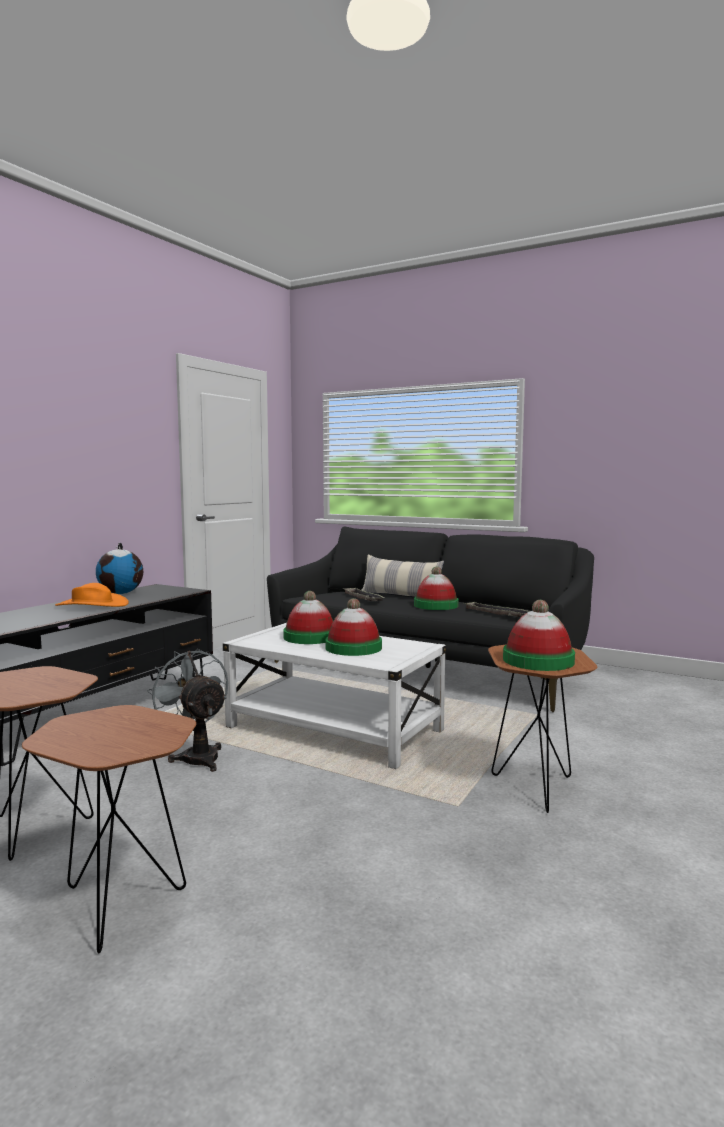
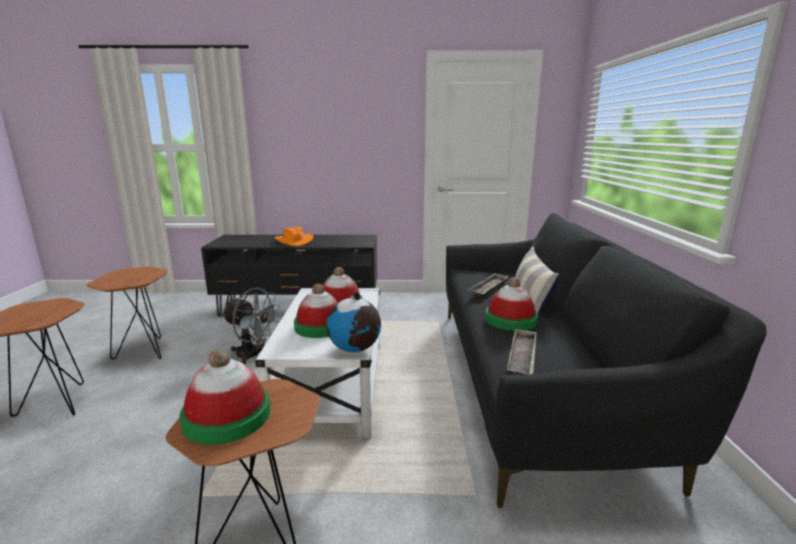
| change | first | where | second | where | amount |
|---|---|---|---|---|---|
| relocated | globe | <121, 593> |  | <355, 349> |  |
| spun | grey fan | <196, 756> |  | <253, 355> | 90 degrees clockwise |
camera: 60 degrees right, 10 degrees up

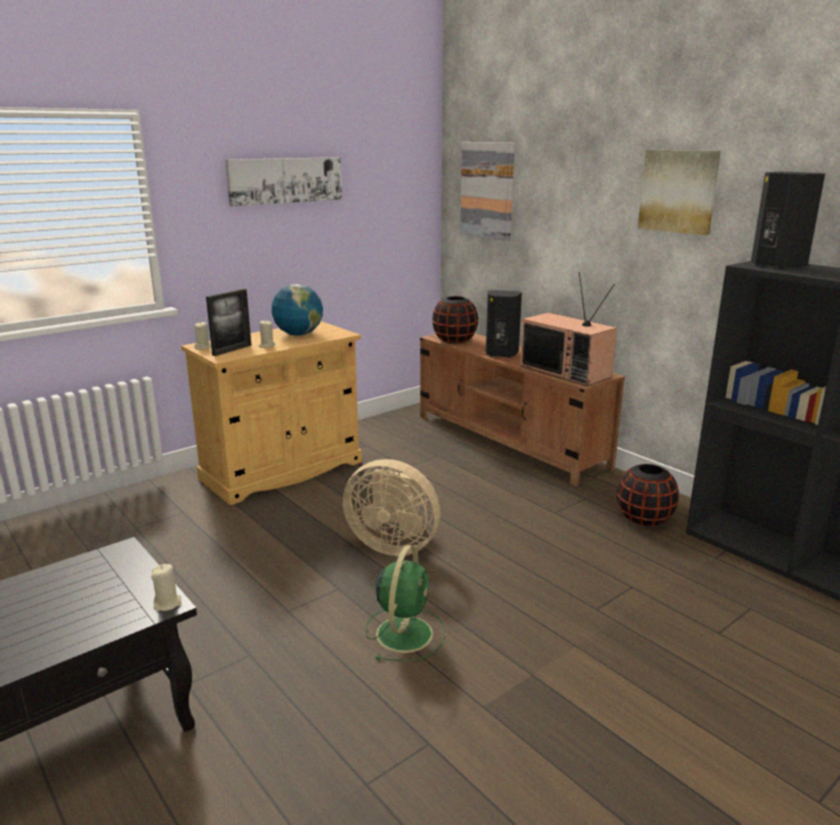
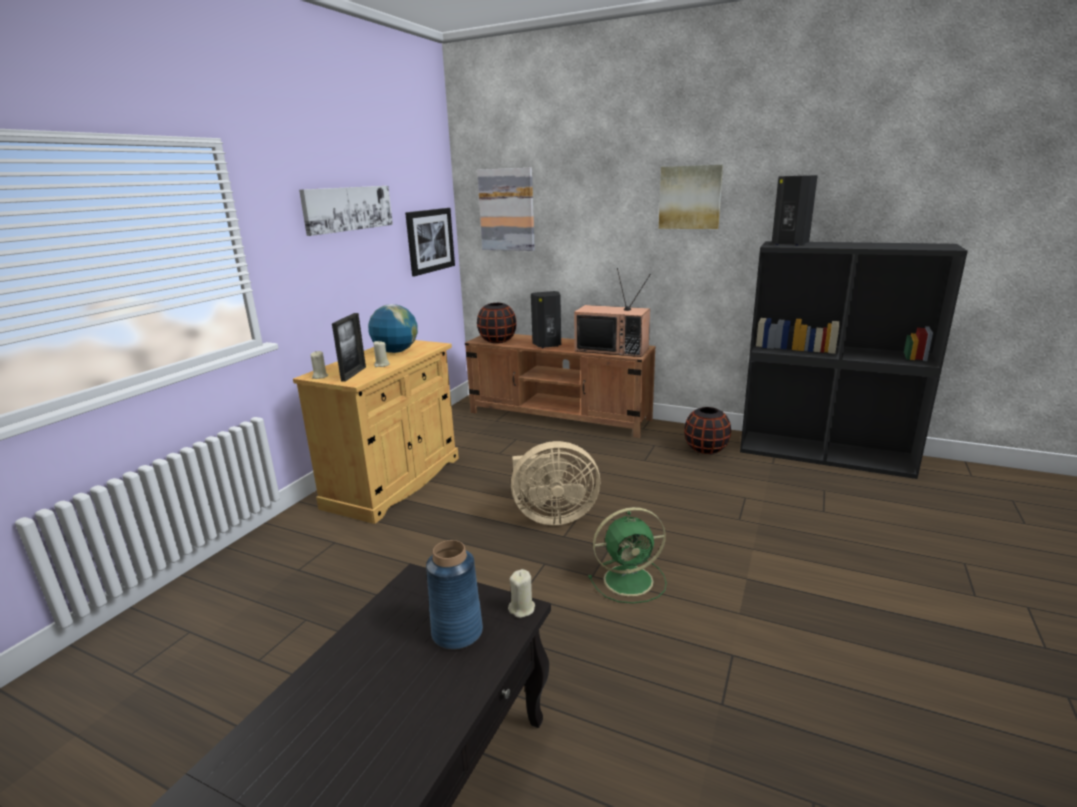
| change | first | where | second | where | amount |
|---|---|---|---|---|---|
| spun | green fan | <405, 632> |  | <630, 580> | 90 degrees clockwise |
| appeared |  |  | picture | <430, 240> |  |
| appeared |  |  | blue vase | <457, 632> |  |
camera: 25 degrees left, 0 degrees up

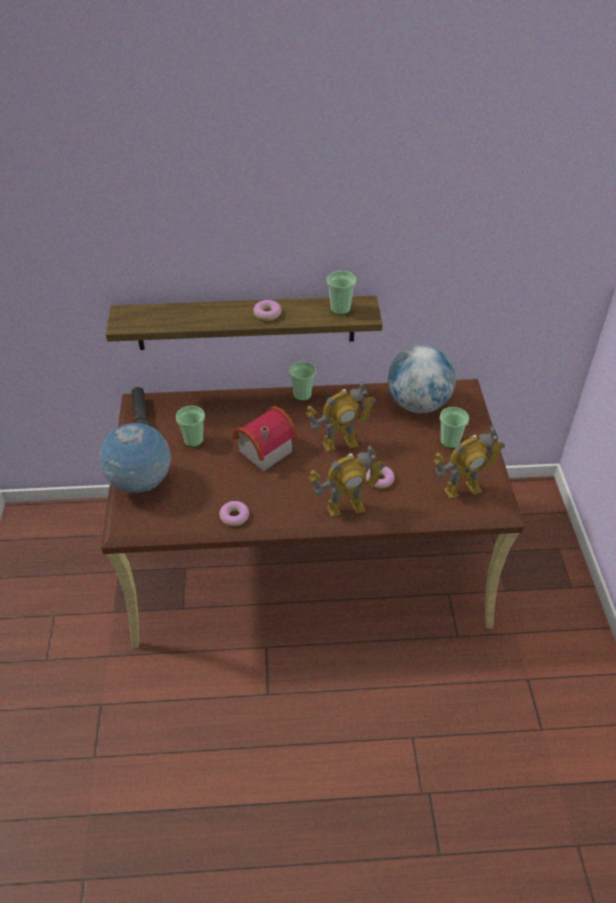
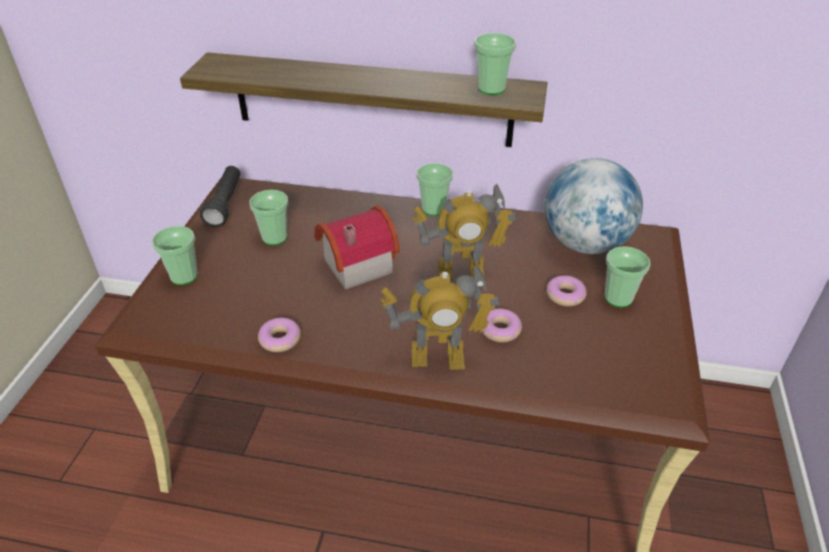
| change | first | where | second | where | amount |
|---|---|---|---|---|---|
| relocated | donut | <267, 314> |  | <565, 295> |  |
| exchanged | globe | <141, 484> | cup | <184, 276> |  |
| missing | toy robot | <462, 489> |  |  |  |
camera: 15 degrees right, 5 degrees down

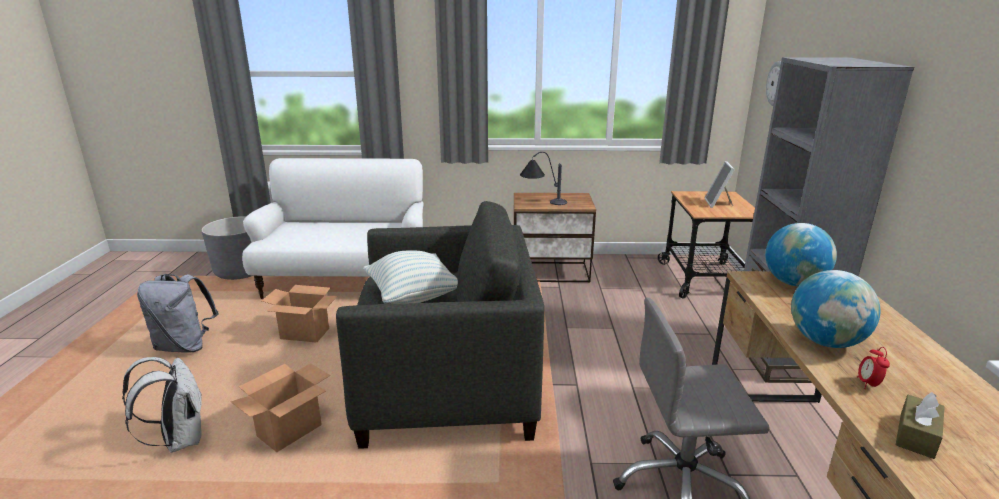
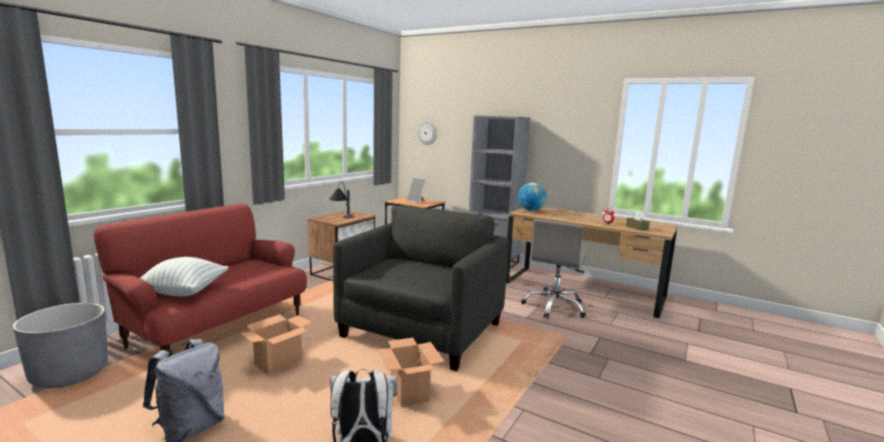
| change | first | where | second | where | amount |
|---|---|---|---|---|---|
| colour | white sofa | <345, 281> | red sofa | <216, 329> |  |
| relocated | pillow | <413, 296> |  | <184, 291> |  |
| missing | globe | <826, 342> |  |  |  |
camera: 60 degrees left, 10 degrees down

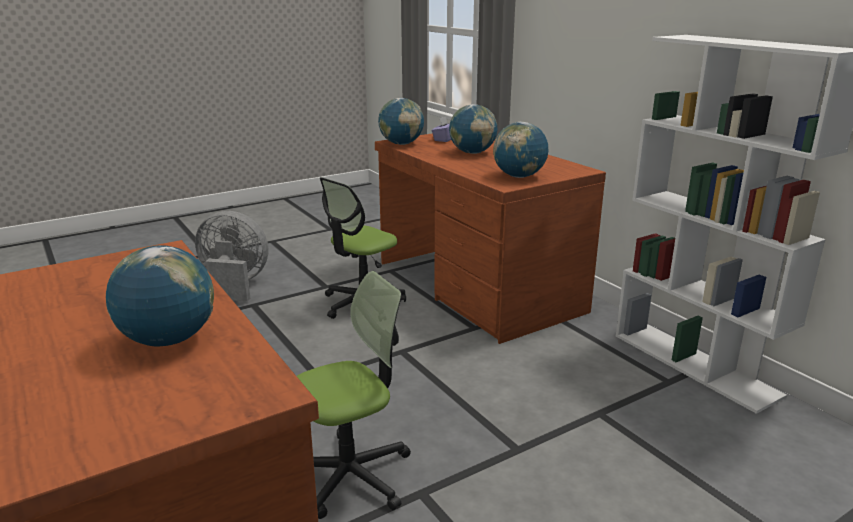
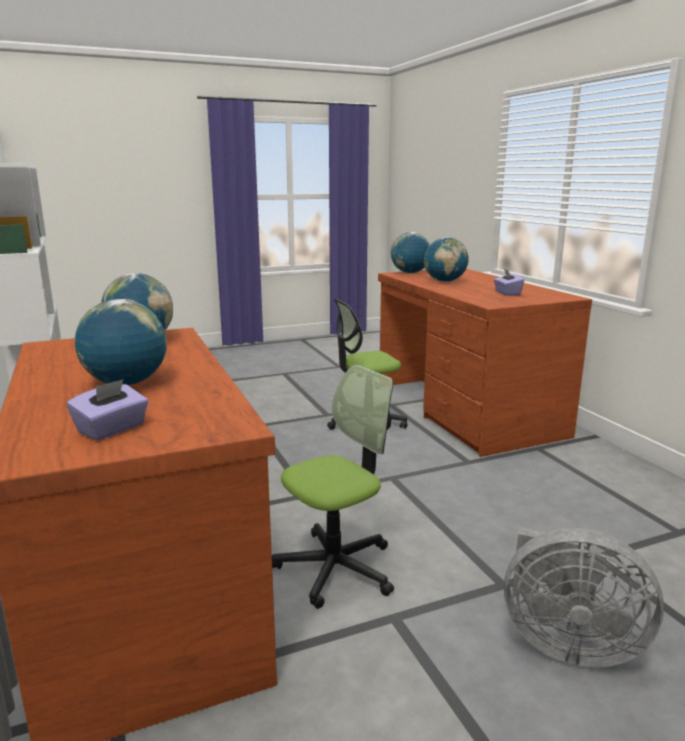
| change | first | where | second | where | amount |
|---|---|---|---|---|---|
| relocated | globe | <401, 144> |  | <410, 273> |  |
| appeared |  |  | purple tissue box | <507, 293> |  |
camera: 170 degrees left, 5 degrees down

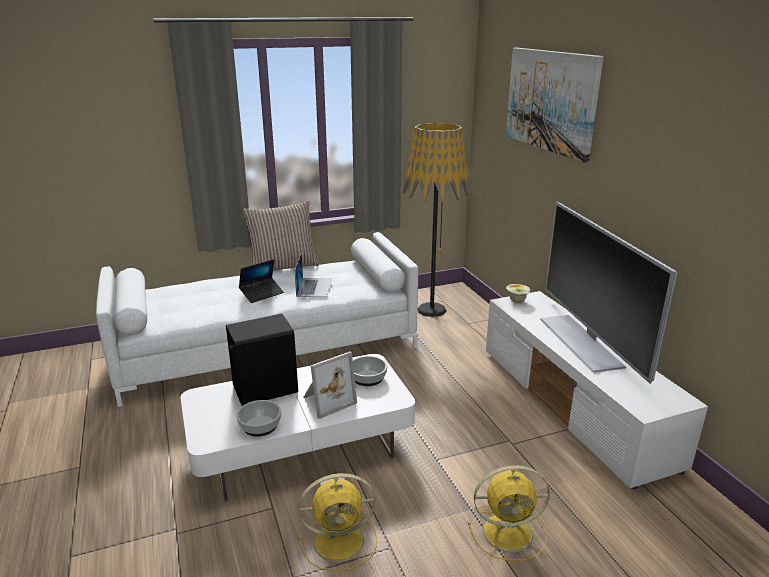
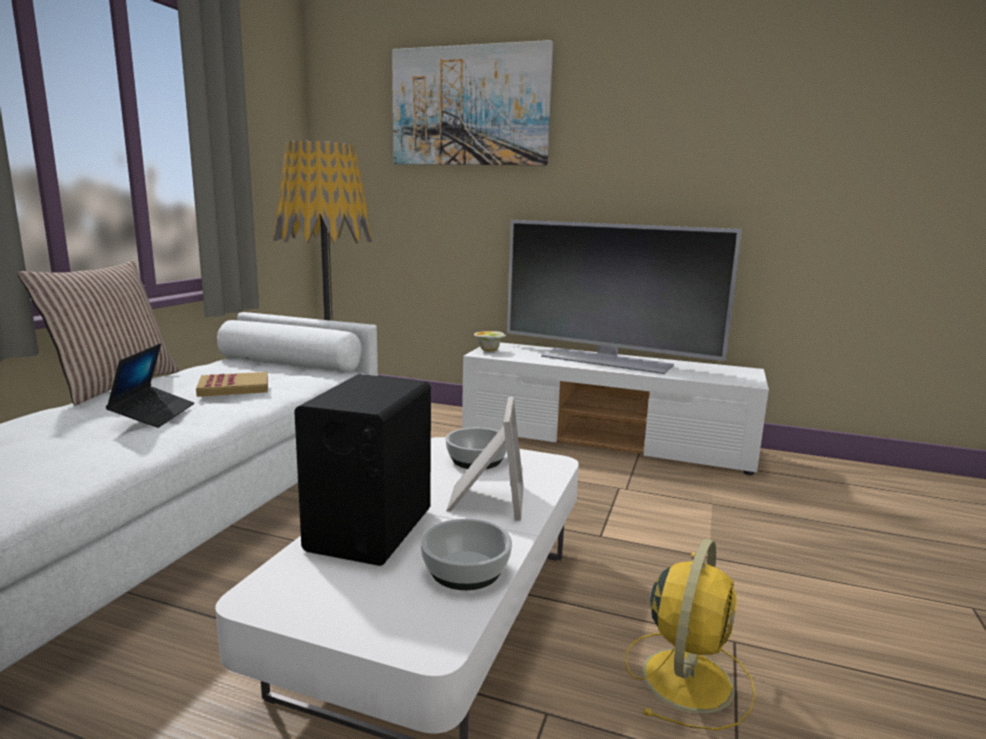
| change | first | where | second | where | amount |
|---|---|---|---|---|---|
| exchanged | laptop | <314, 287> | book | <234, 387> |  |
| missing | yellow fan | <509, 532> |  |  |  |
camera: 50 degrees left, 10 degrees down

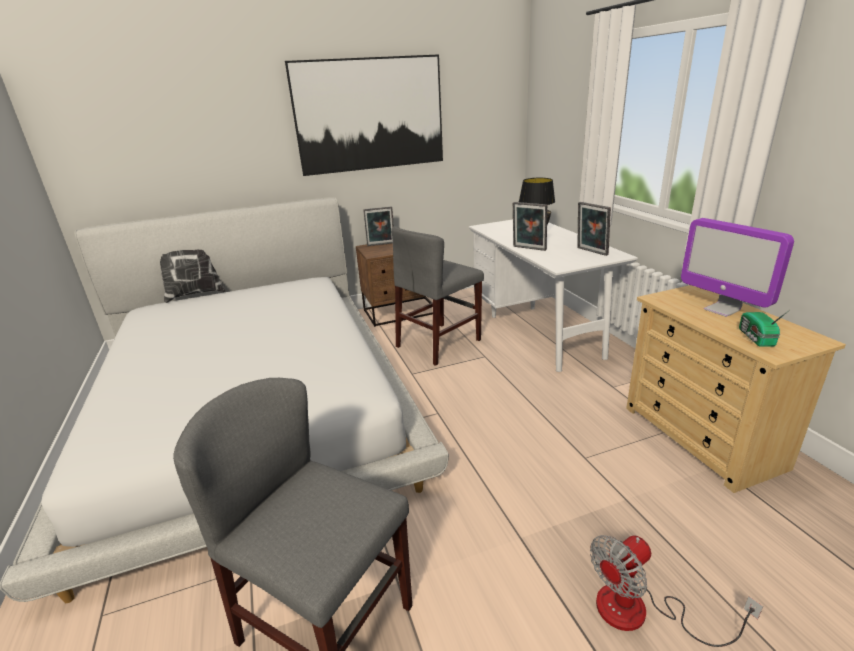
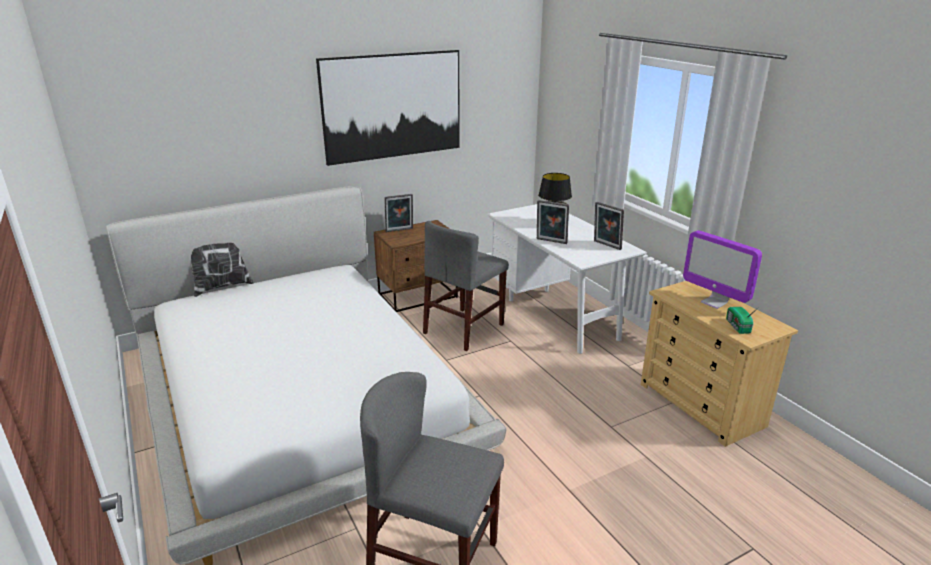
| change | first | where | second | where | amount |
|---|---|---|---|---|---|
| missing | fan | <640, 612> |  |  |  |
camera: 10 degrees left, 0 degrees up

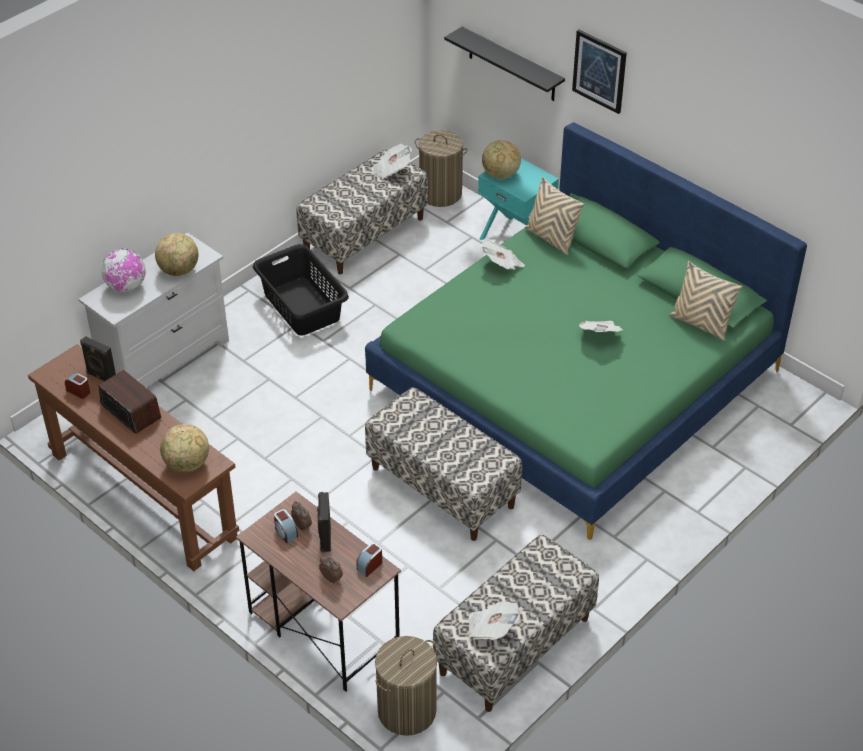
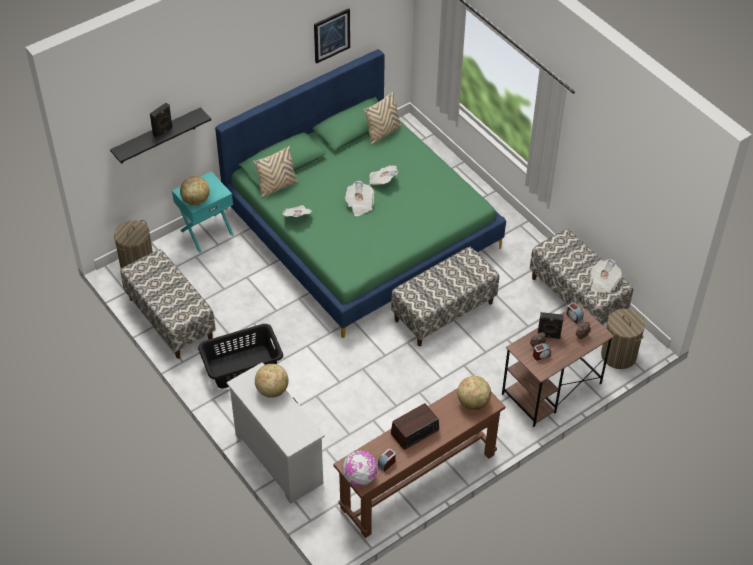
| change | first | where | second | where | amount |
|---|---|---|---|---|---|
| relocated | picture | <599, 71> |  | <331, 35> |  |
| relocated | newspaper | <391, 170> |  | <359, 204> |  |
| relocated | globe | <126, 287> |  | <360, 477> |  |
| relocated | black speaker | <101, 377> |  | <163, 132> |  |
camera: 80 degrees left, 5 degrees up

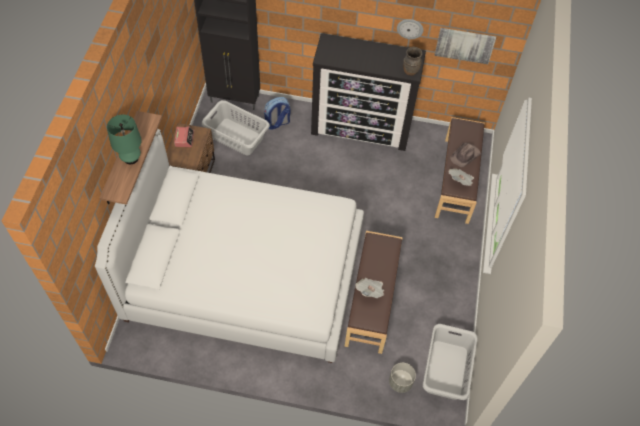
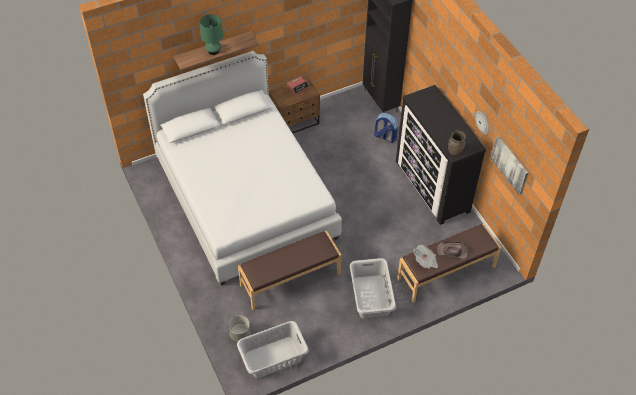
| change | first | where | second | where | amount |
|---|---|---|---|---|---|
| relocated | grey laundry basket | <237, 137> |  | <370, 297> |  |
| missing | newspaper | <370, 291> |  |  |  |
camera: 55 degrees right, 5 degrees down

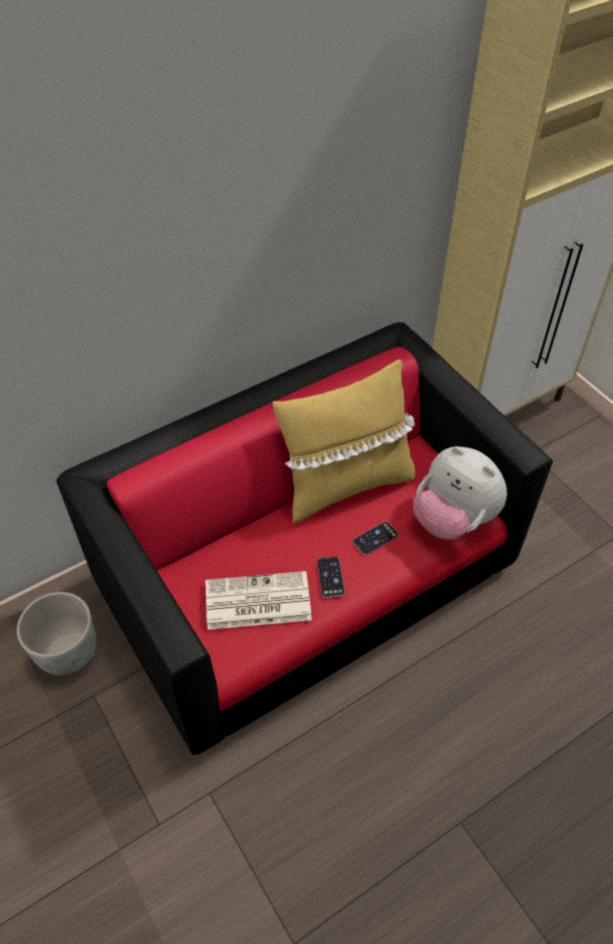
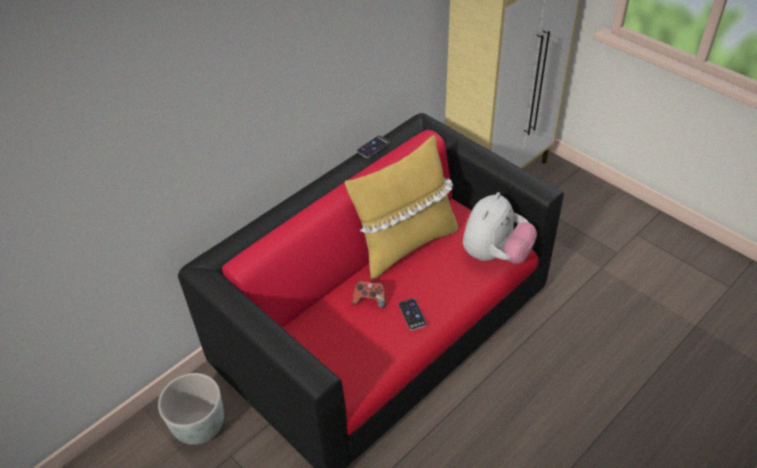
| change | first | where | second | where | amount |
|---|---|---|---|---|---|
| spun | plush toy | <453, 519> |  | <495, 255> | 90 degrees counterclockwise |
| relocated | phone | <375, 538> |  | <373, 146> |  |
| missing | newspaper | <256, 602> |  |  |  |
| appeared |  |  | game controller | <370, 300> |  |
camera: 10 degrees left, 5 degrees down

